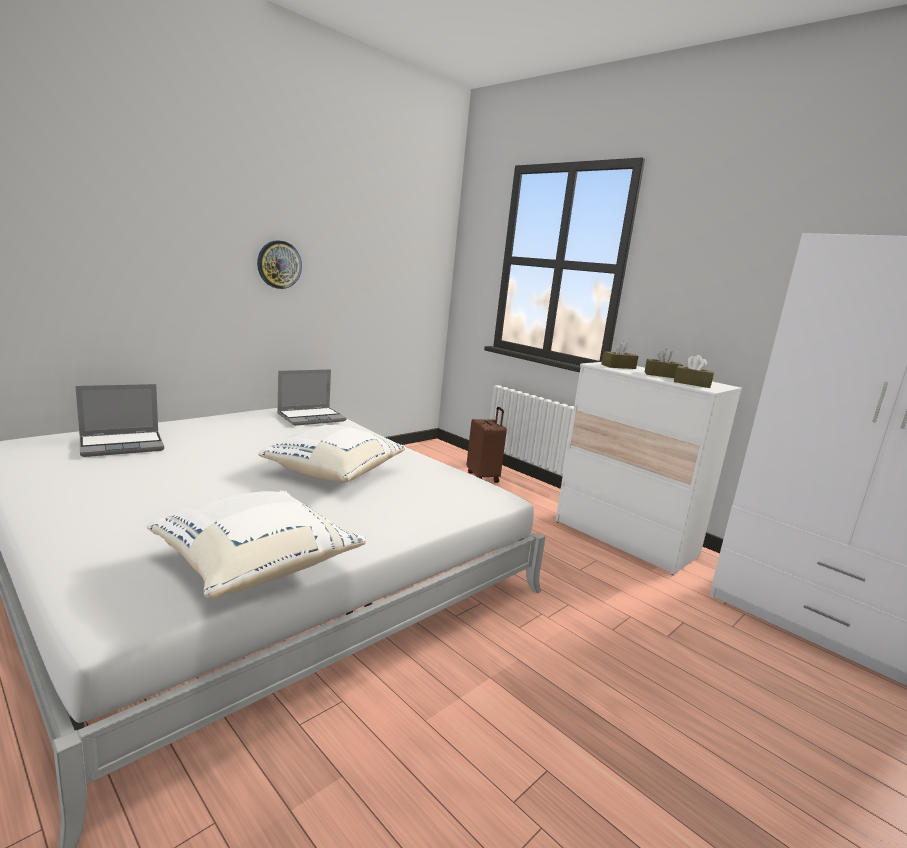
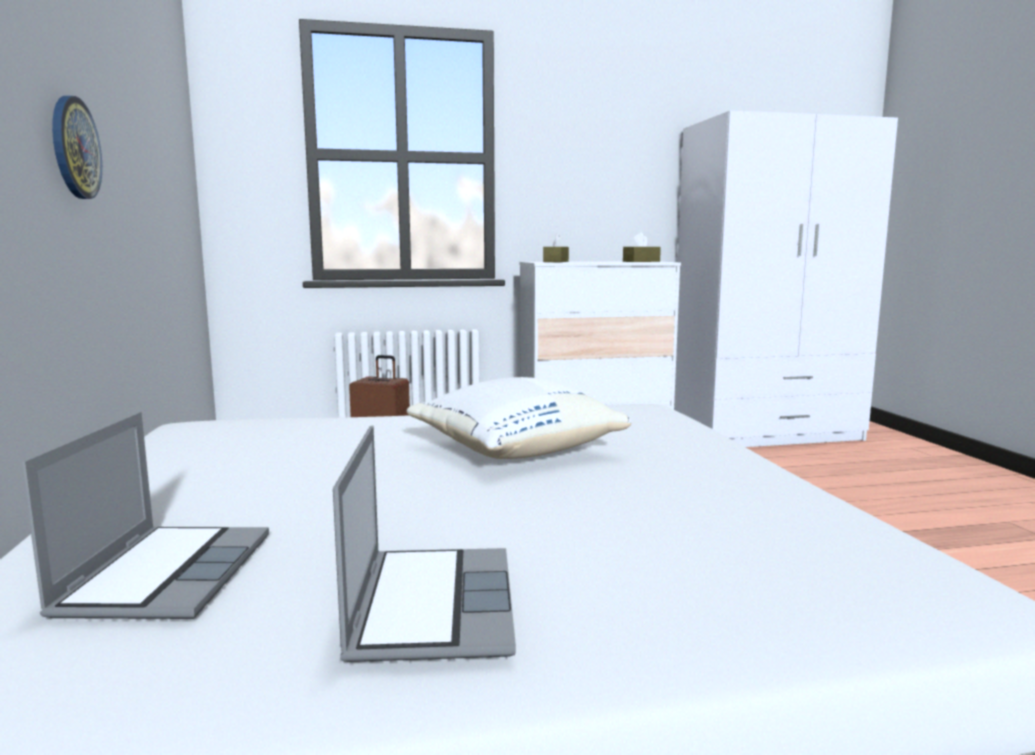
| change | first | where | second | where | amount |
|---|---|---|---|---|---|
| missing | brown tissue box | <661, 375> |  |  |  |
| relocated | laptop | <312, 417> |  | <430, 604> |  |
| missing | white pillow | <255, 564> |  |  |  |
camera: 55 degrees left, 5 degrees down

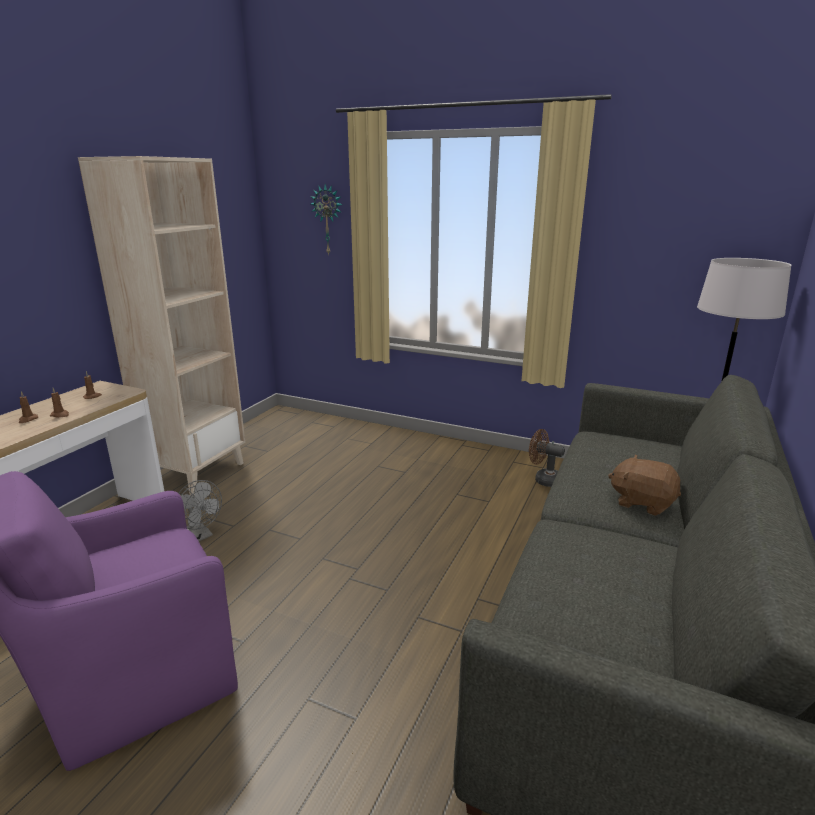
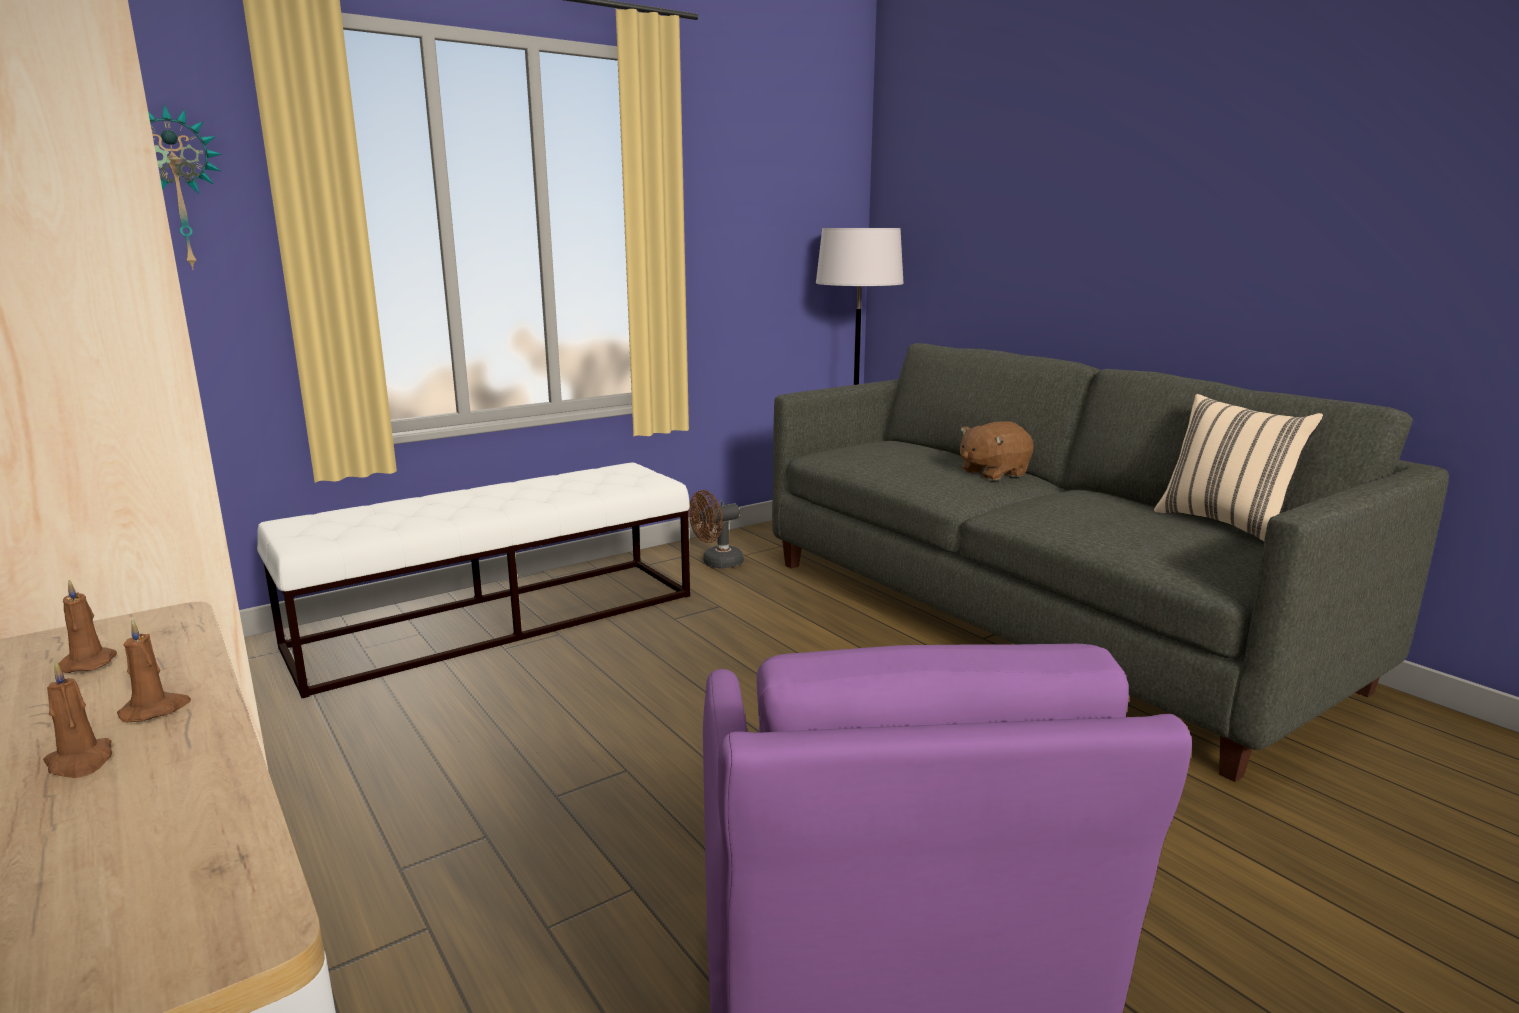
| change | first | where | second | where | amount |
|---|---|---|---|---|---|
| missing | grey fan | <201, 535> |  |  |  |
| appeared |  |  | beige pillow | <1225, 524> |  |
| appeared |  |  | white bench | <499, 620> |  |
camera: 60 degrees left, 5 degrees down

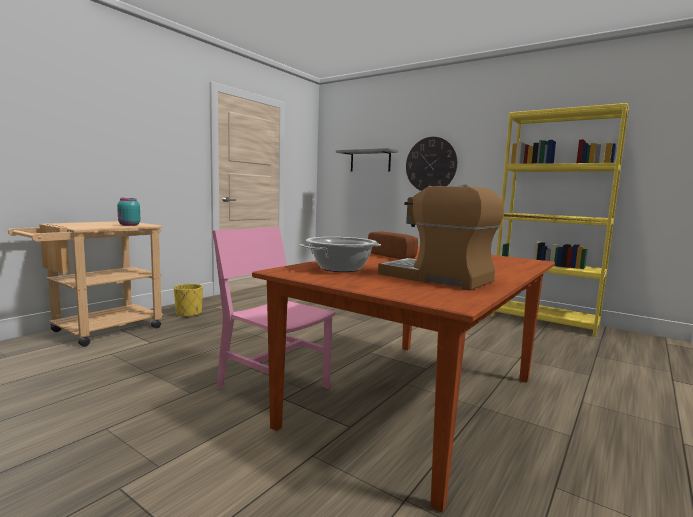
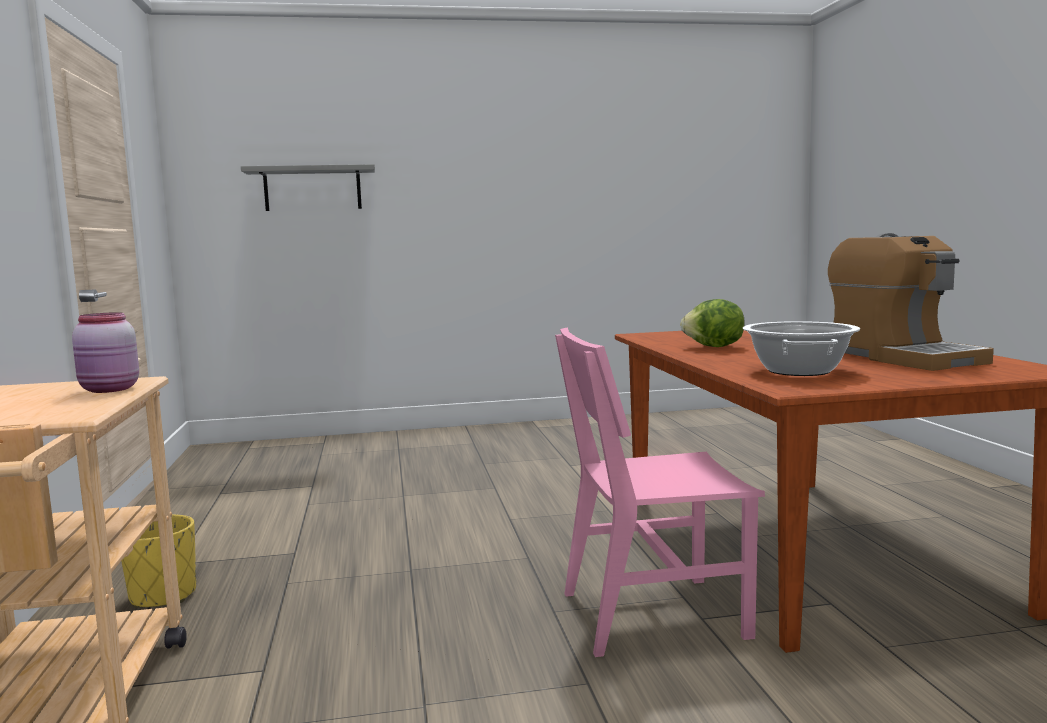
| change | first | where | second | where | amount |
|---|---|---|---|---|---|
| missing | yellow bookcase | <544, 321> |  |  |  |
| missing | wall clock | <431, 164> |  |  |  |
| spun | coffee machine | <437, 278> |  | <902, 357> | 105 degrees counterclockwise |
| colour | turquoise jar | <129, 225> | pink jar | <110, 389> |  |
| exchanged | bread | <394, 256> | lettuce | <714, 347> |  |
camera: 45 degrees left, 0 degrees up

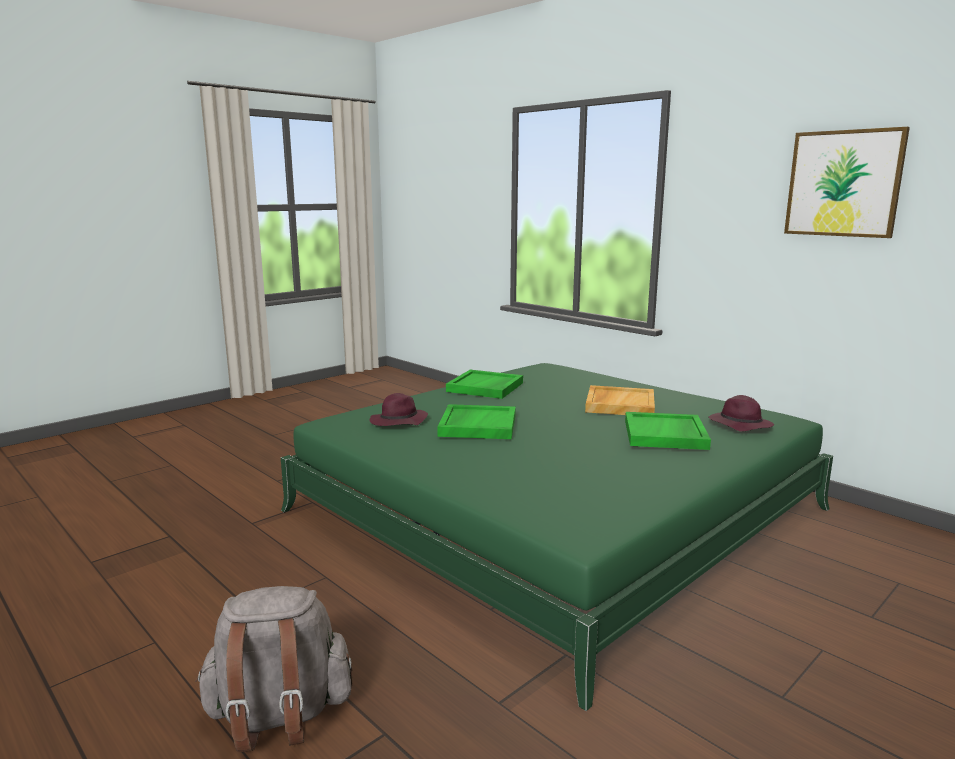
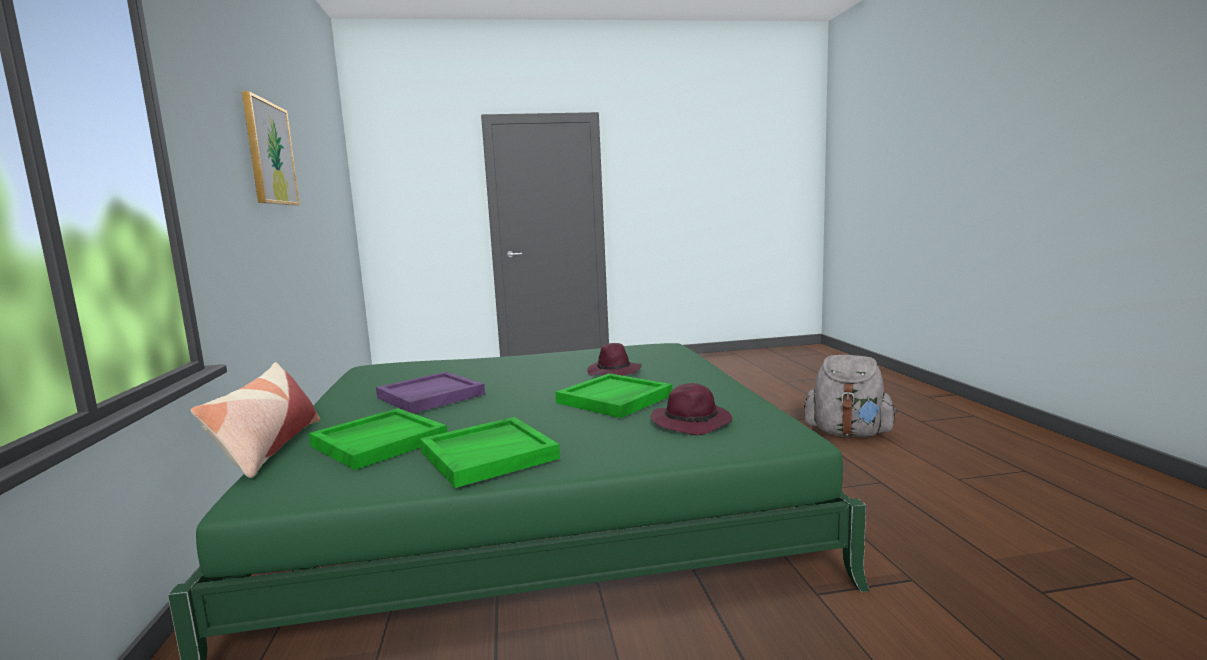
| change | first | where | second | where | amount |
|---|---|---|---|---|---|
| colour | beige tray | <619, 404> | purple tray | <430, 396> |  |
| relocated | purple hat | <739, 425> |  | <614, 372> |  |
| relocated | green tray | <665, 434> |  | <379, 441> |  |
| appeared |  |  | pillow | <269, 448> |  |
camera: 145 degrees left, 5 degrees down

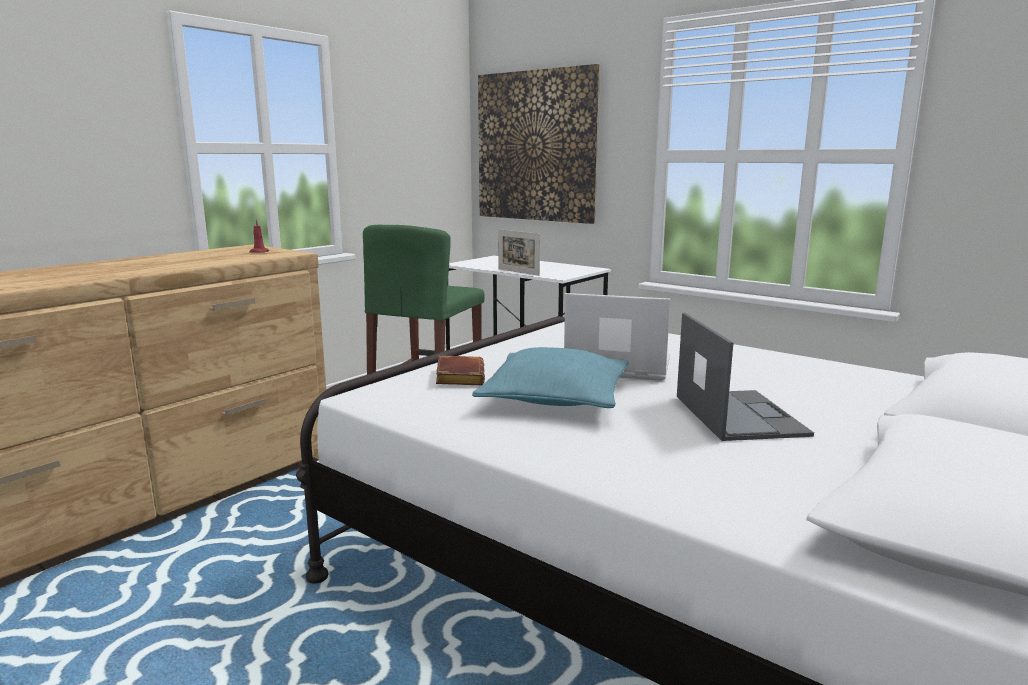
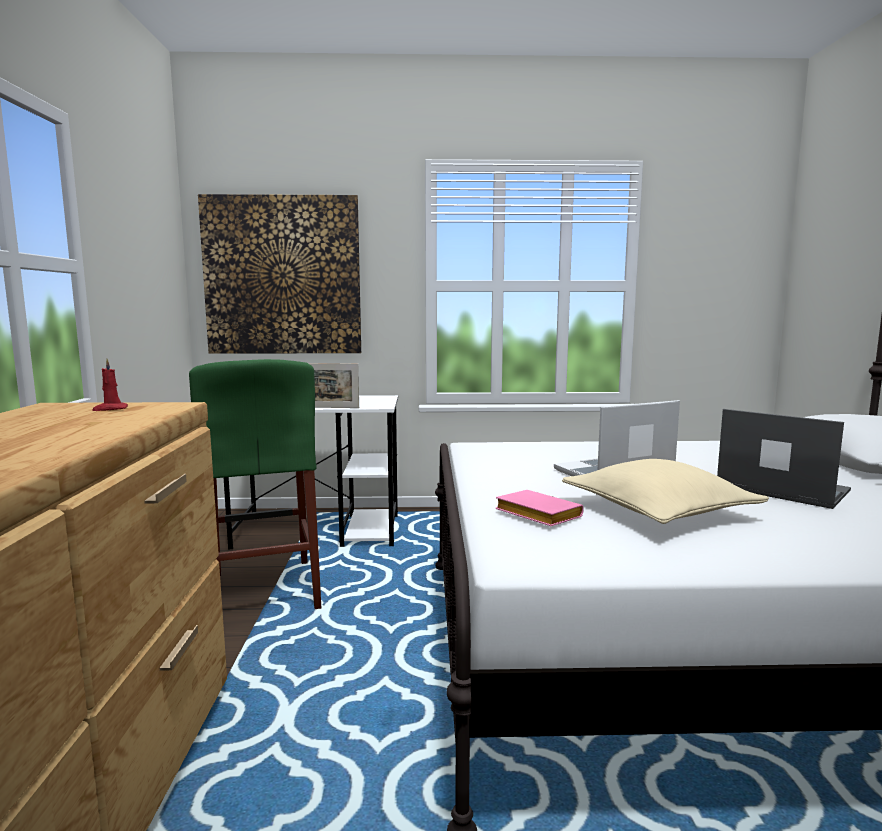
| change | first | where | second | where | amount |
|---|---|---|---|---|---|
| colour | turquoise pillow | <555, 397> | beige pillow | <658, 510> |  |
| colour | brown book | <458, 376> | pink book | <535, 515> |  |
camera: 40 degrees left, 5 degrees down

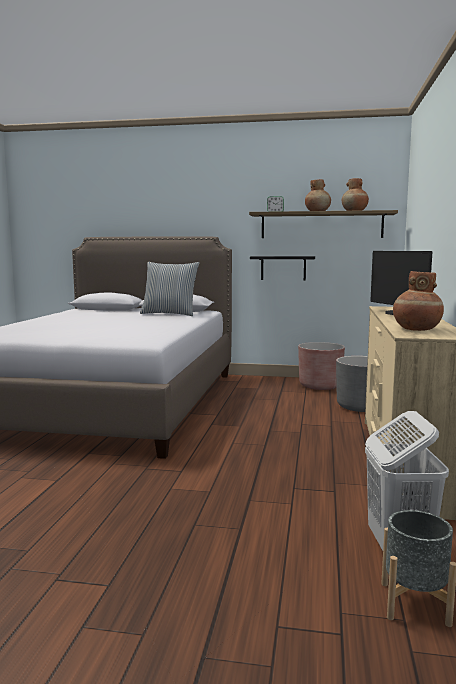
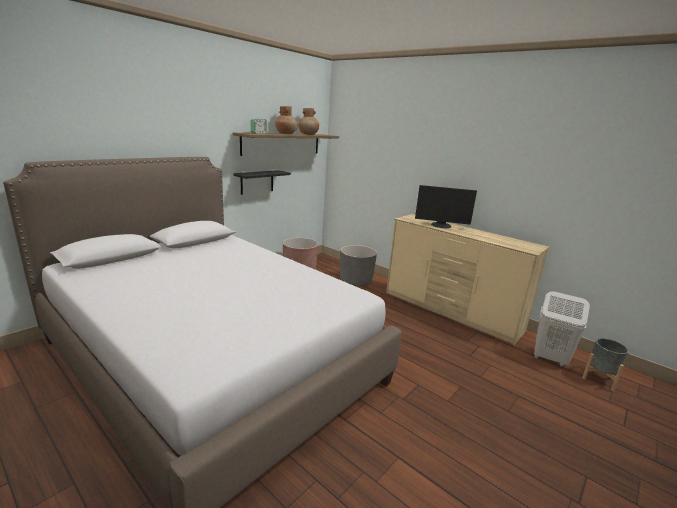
| change | first | where | second | where | amount |
|---|---|---|---|---|---|
| missing | pillow | <169, 314> |  |  |  |
| missing | brown vase | <416, 329> |  |  |  |
camera: 60 degrees left, 10 degrees up

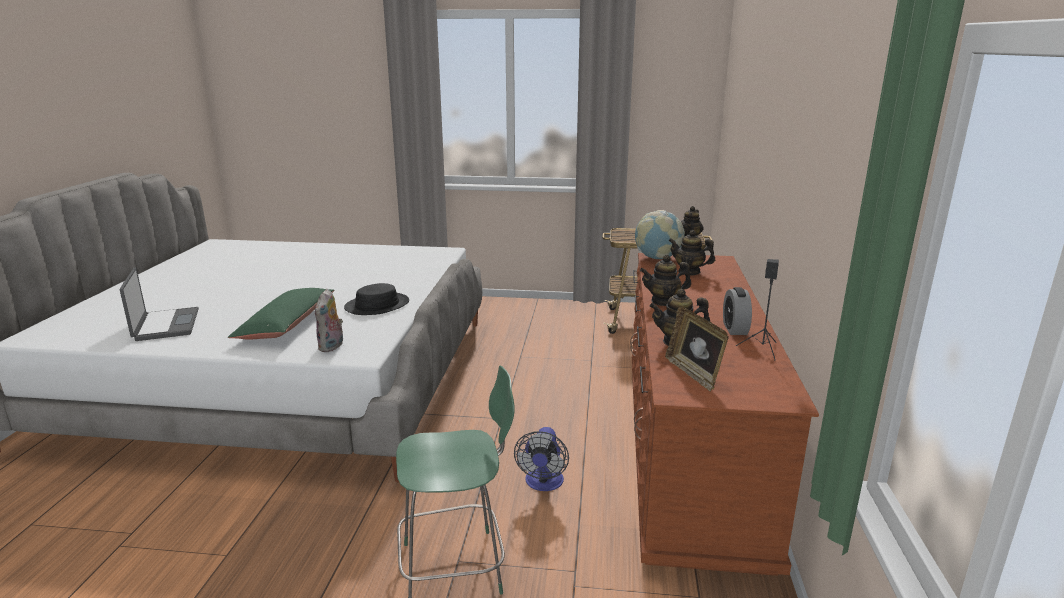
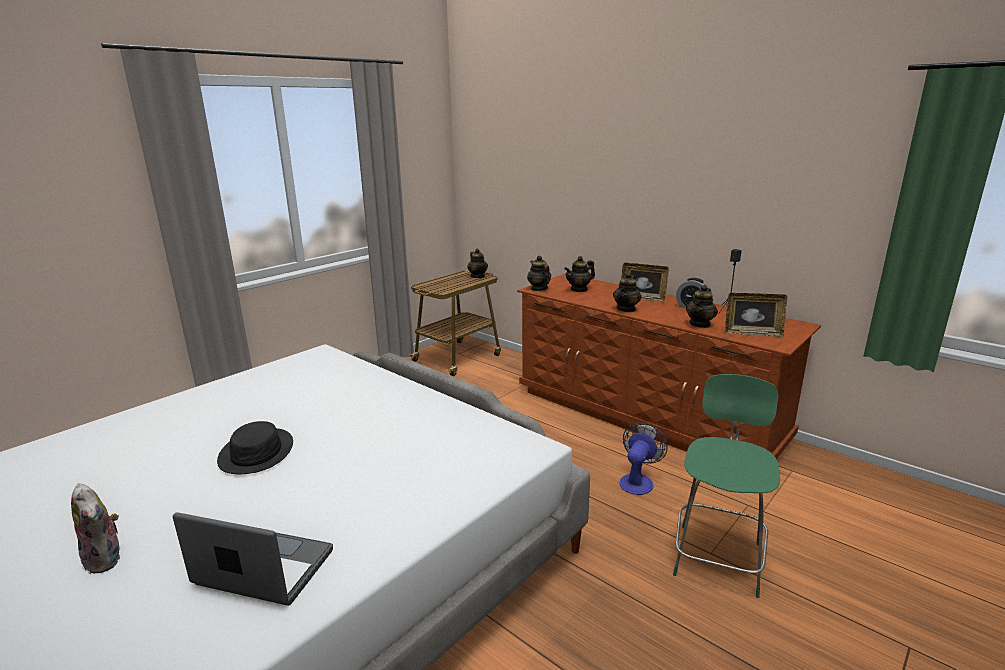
| change | first | where | second | where | amount |
|---|---|---|---|---|---|
| exchanged | globe | <657, 258> | teapot | <539, 289> |  |
| relocated | black hat | <377, 305> |  | <257, 452> |  |
| missing | green pillow | <286, 325> |  |  |  |
| relocated | plush toy | <332, 347> |  | <106, 559> |  |
| spun | fan | <543, 483> |  | <638, 481> | 105 degrees counterclockwise |
| appeared |  |  | picture frame | <642, 298> |  |
camera: 55 degrees left, 0 degrees up

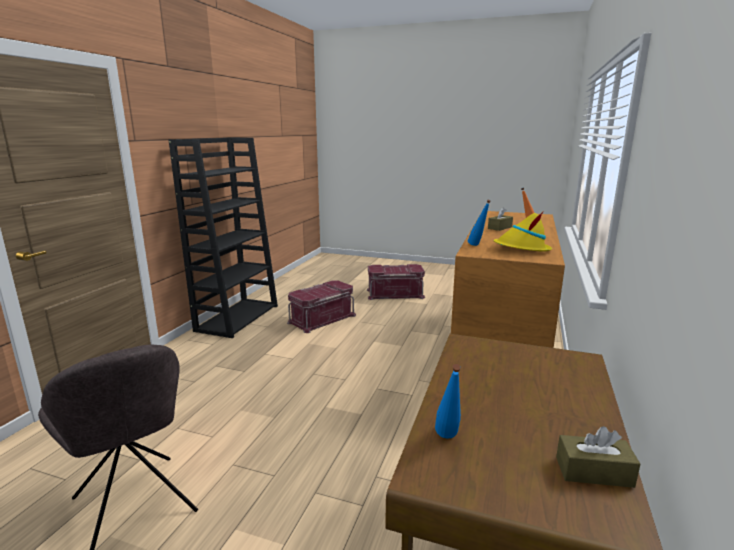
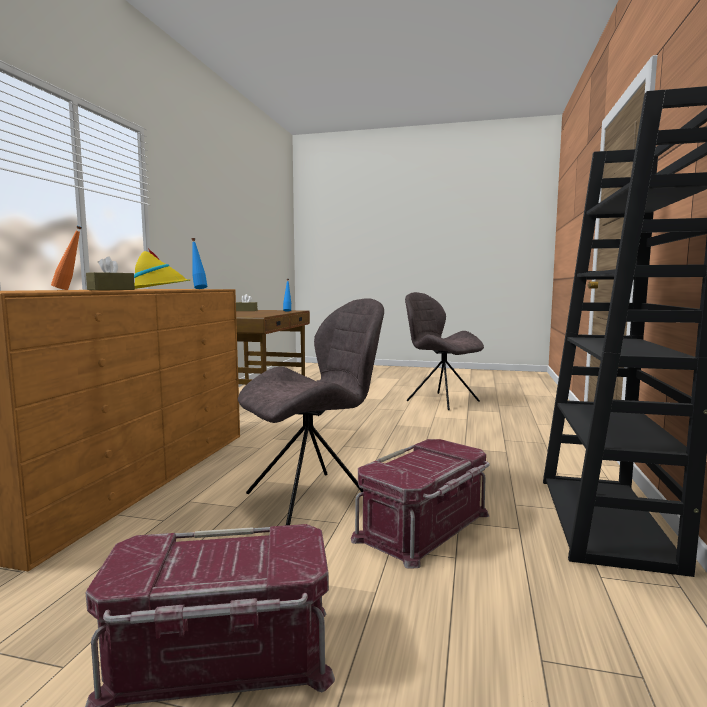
| change | first | where | second | where | amount |
|---|---|---|---|---|---|
| appeared |  |  | grey chair | <314, 498> |  |
camera: 175 degrees right, 10 degrees down

